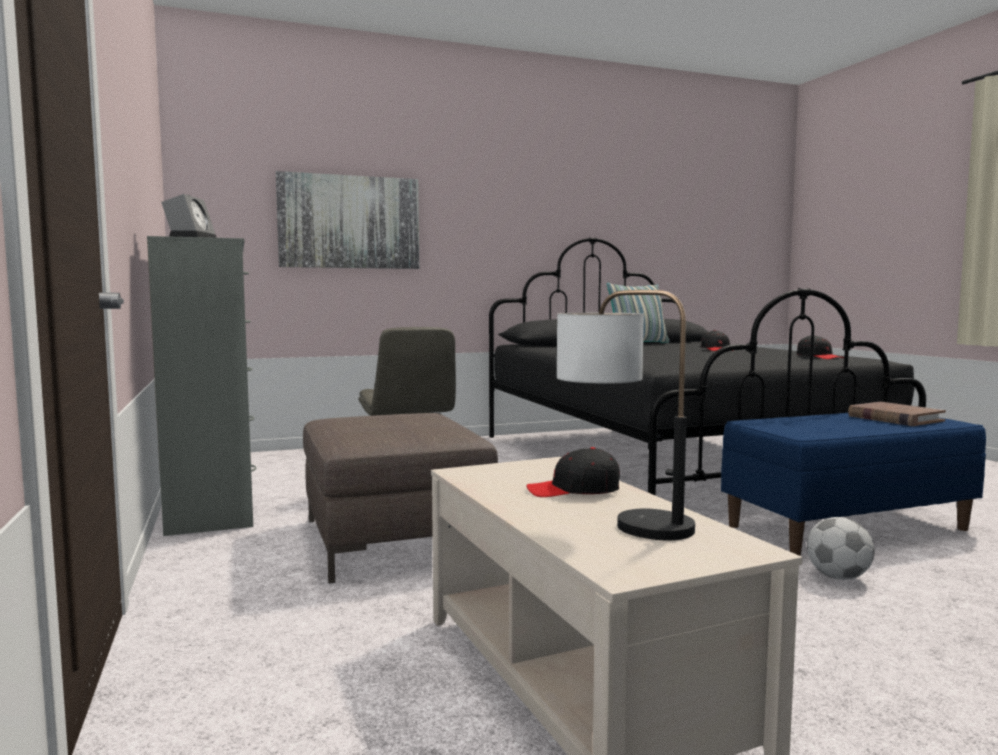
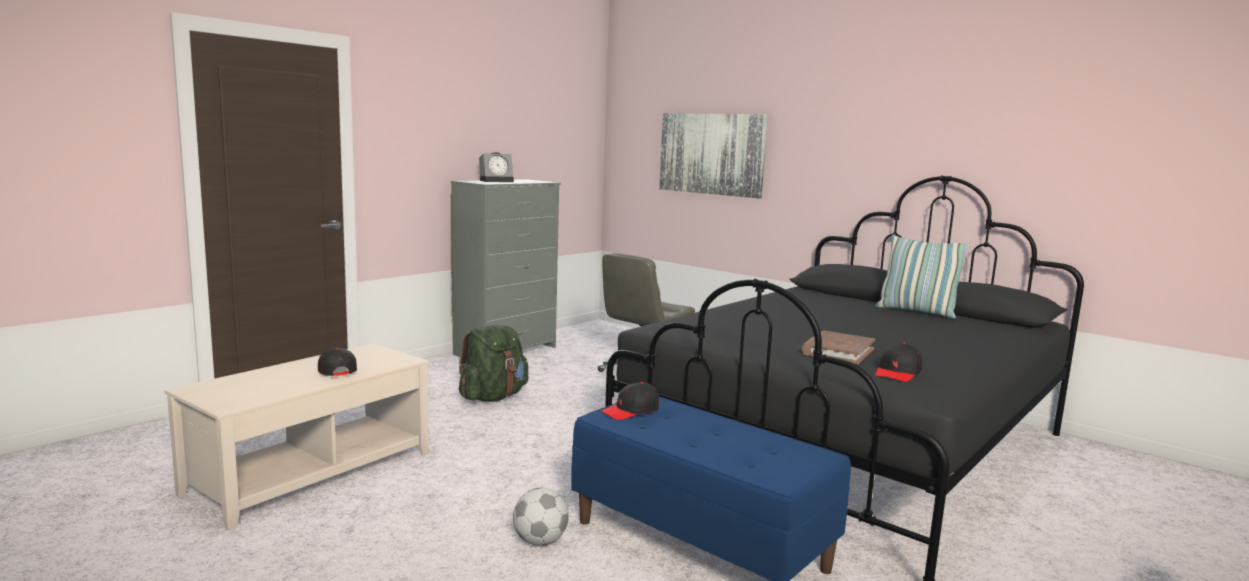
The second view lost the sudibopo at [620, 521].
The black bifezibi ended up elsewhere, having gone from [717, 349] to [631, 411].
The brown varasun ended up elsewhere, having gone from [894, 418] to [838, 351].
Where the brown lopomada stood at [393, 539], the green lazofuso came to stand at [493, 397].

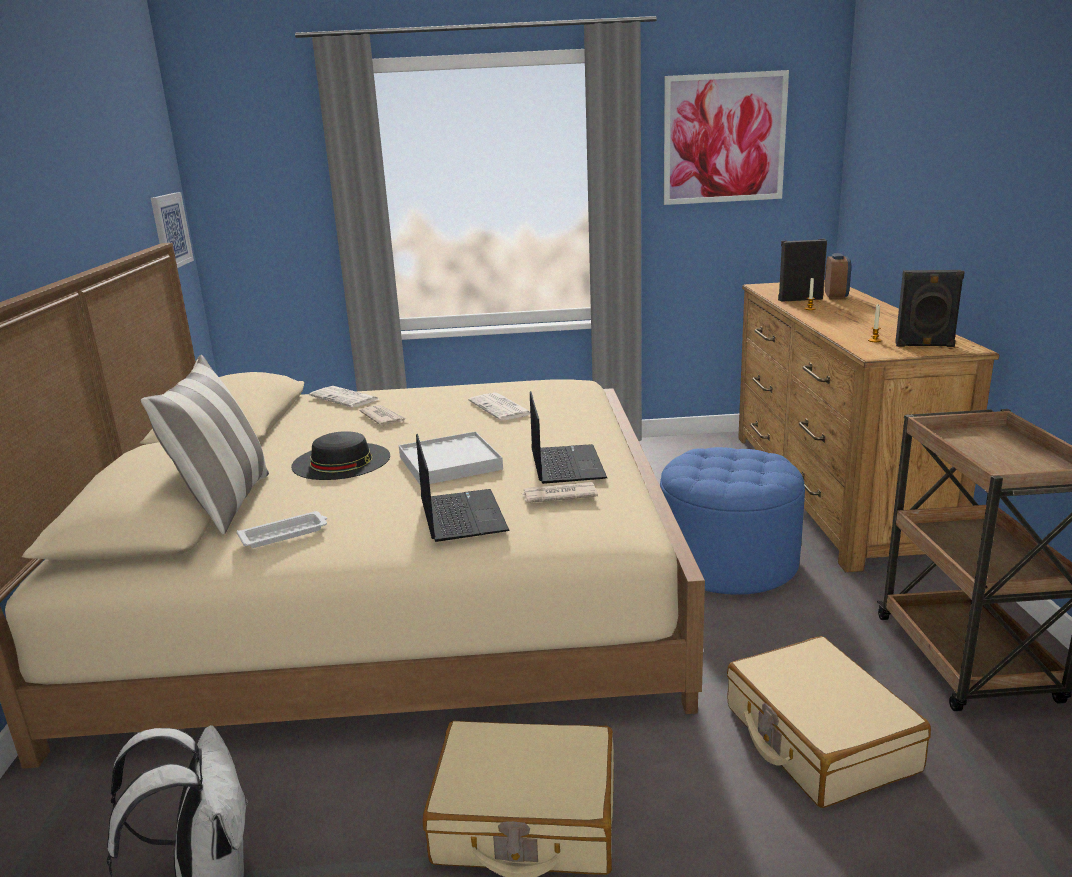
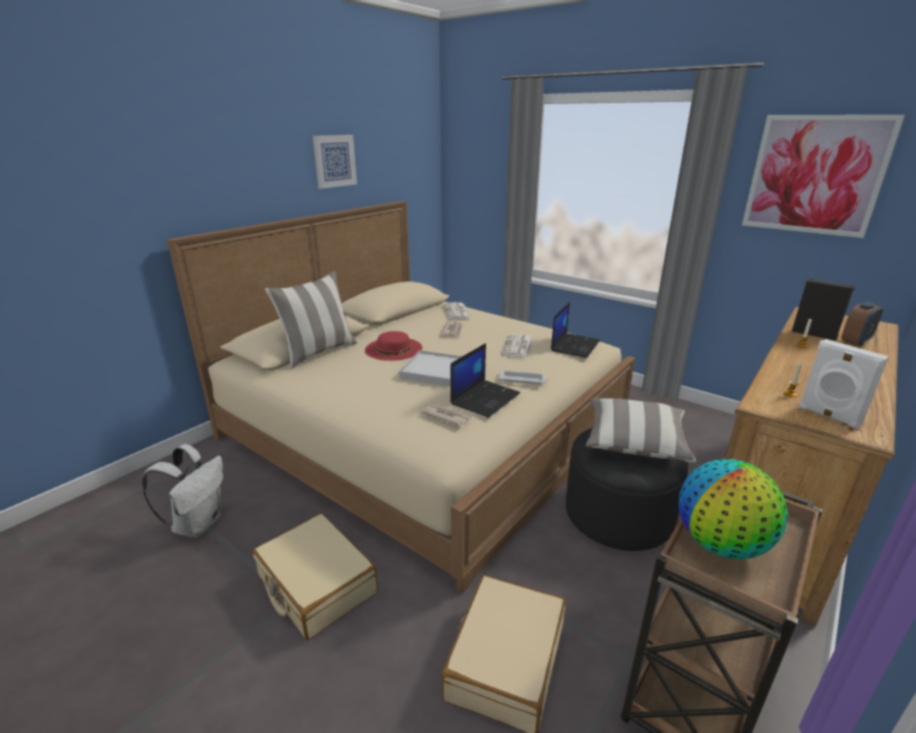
The second view gained the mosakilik at [635, 442].
The second view gained the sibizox at [720, 544].
The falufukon ended up elsewhere, having gone from [170, 231] to [334, 161].
The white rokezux ended up elsewhere, having gone from [285, 534] to [522, 380].
The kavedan ended up elsewhere, having gone from [461, 515] to [574, 345].
What was the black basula at [341, 461] turned into the red basula at [393, 348].
What was the blue lopomada at [728, 561] turned into the black lopomada at [618, 514].
What was the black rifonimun at [924, 345] turned into the white rifonimun at [828, 416].

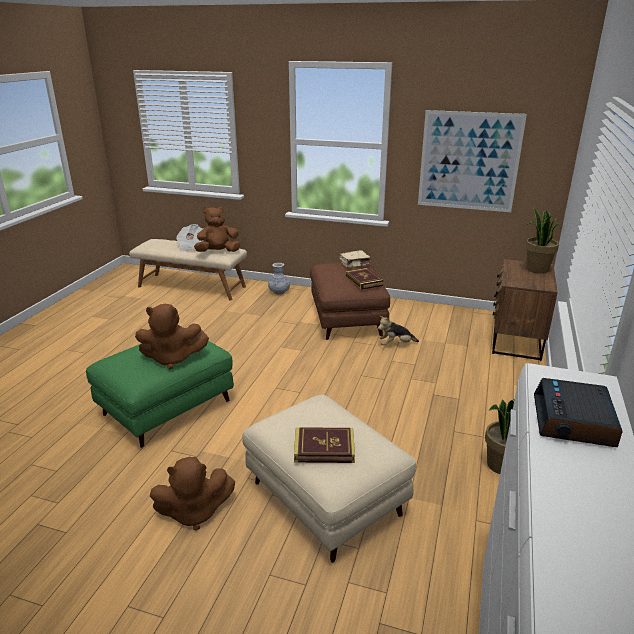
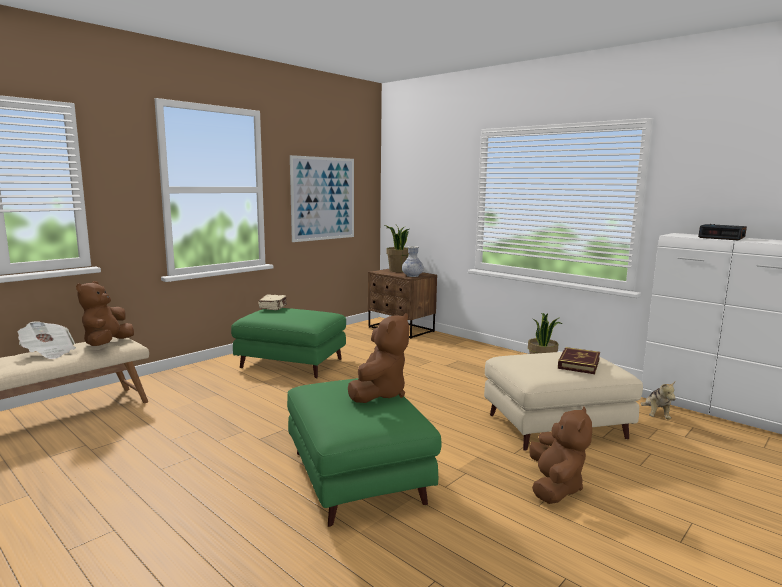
The second view lost the varasun at [363, 281].
The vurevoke ended up elsewhere, having gone from [279, 292] to [412, 276].
The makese ended up elsewhere, having gone from [396, 345] to [656, 416].
What was the brown lopomada at [347, 319] turned into the green lopomada at [292, 363].

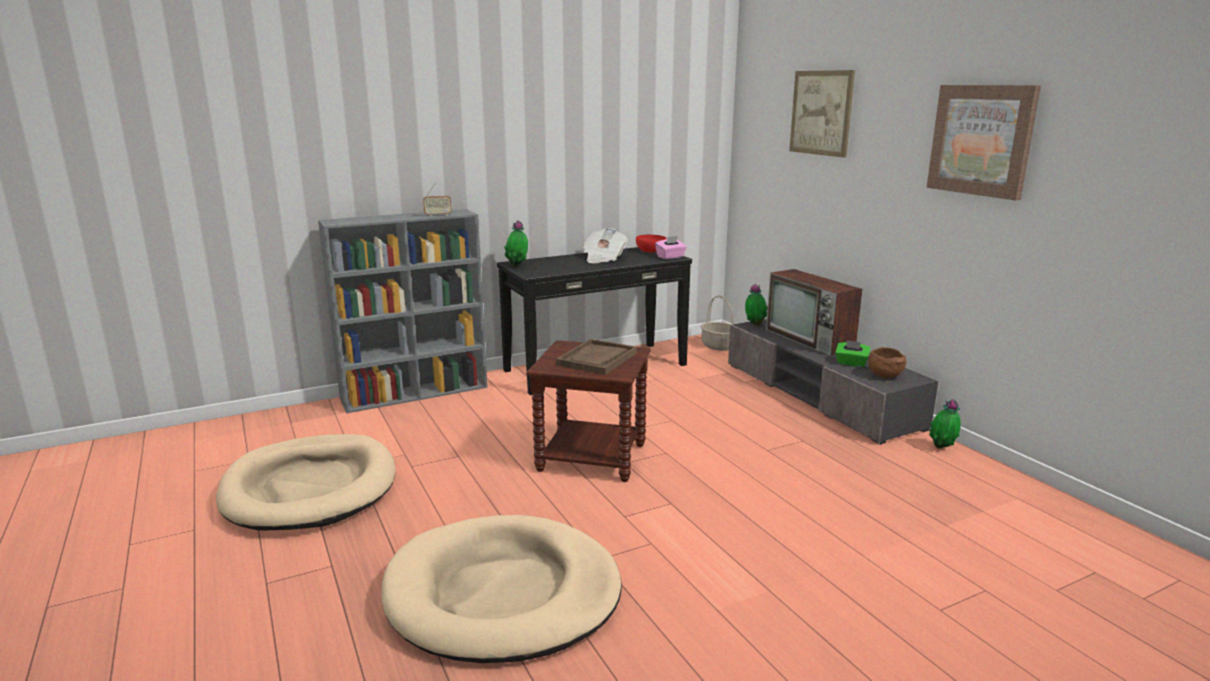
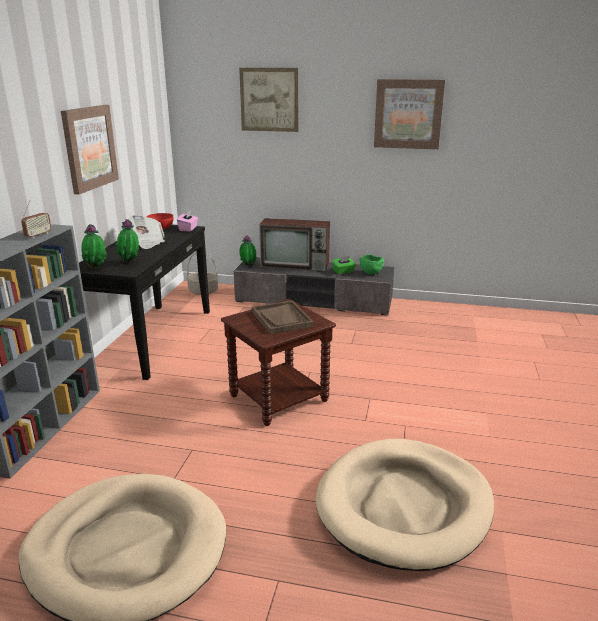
The second view gained the falufukon at [89, 148].
The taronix ended up elsewhere, having gone from [942, 449] to [130, 262].
What was the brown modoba at [884, 376] turned into the green modoba at [370, 273].

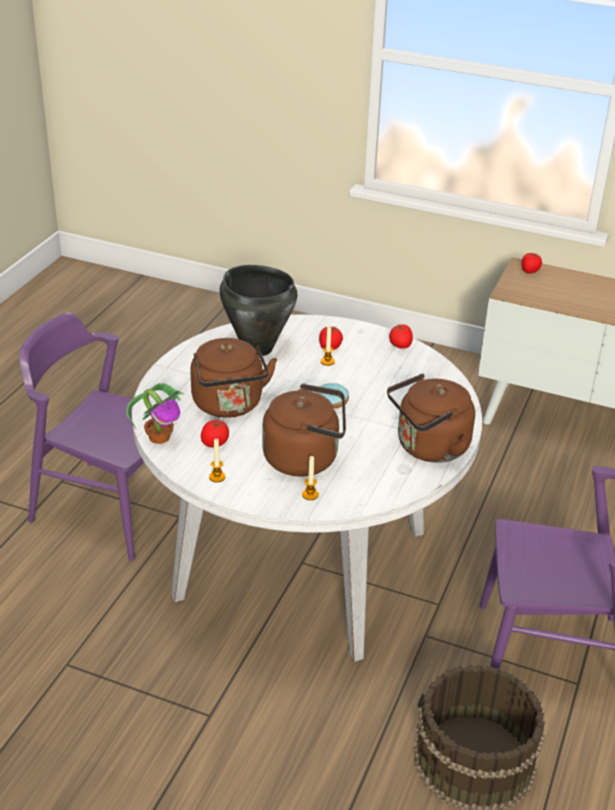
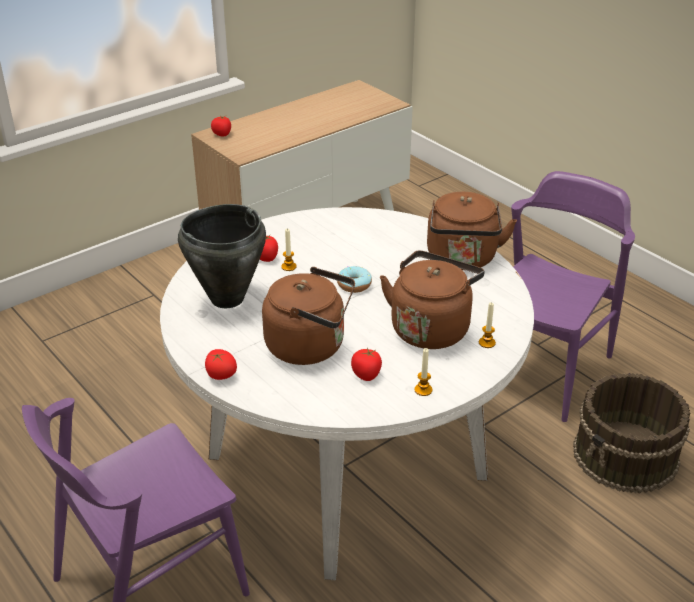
The second view lost the taronix at [159, 437].
The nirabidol ended up elsewhere, having gone from [400, 345] to [221, 375].

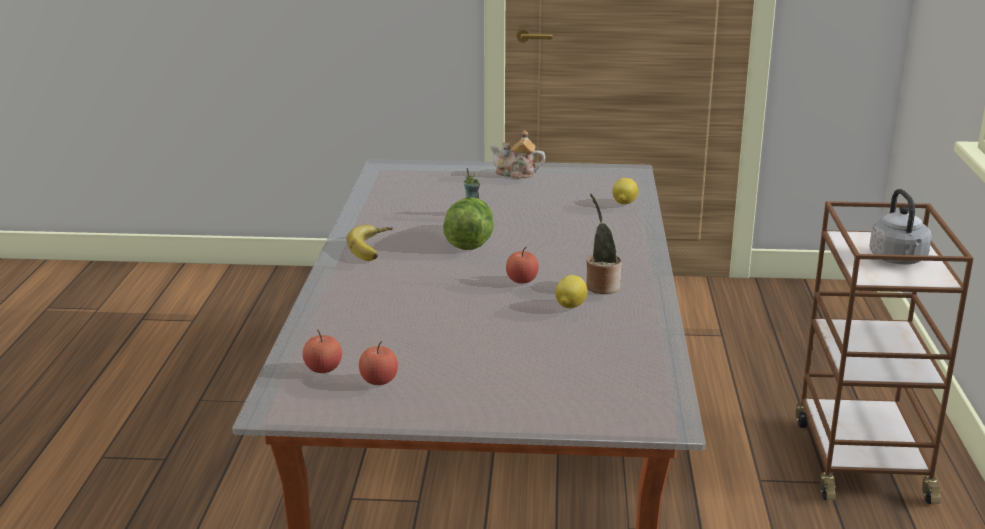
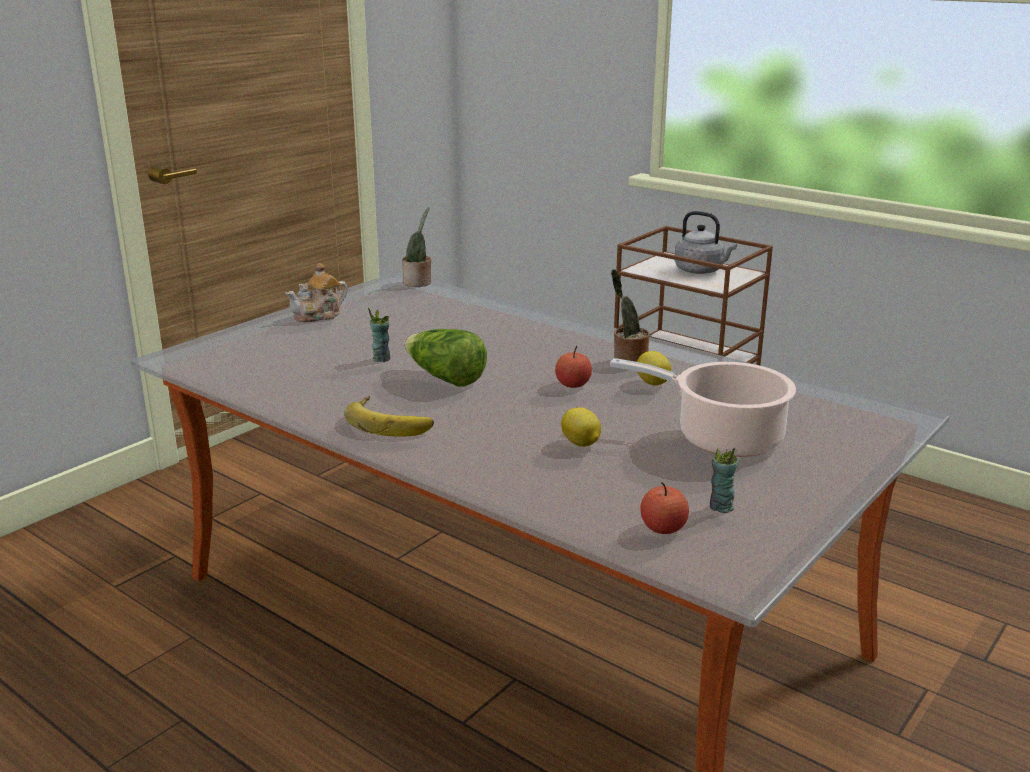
The second view gained the taronix at [418, 283].
The second view gained the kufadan at [722, 437].
The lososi ended up elsewhere, having gone from [624, 203] to [581, 444].
Where the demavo stood at [379, 381], the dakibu came to stand at [720, 507].

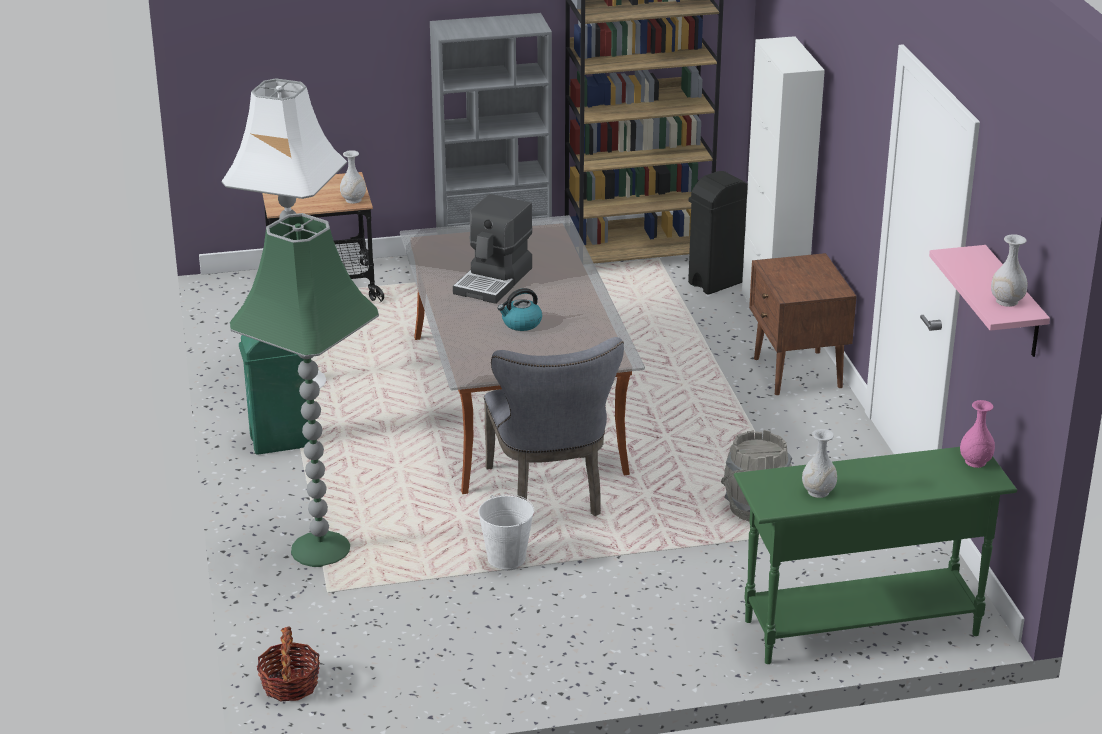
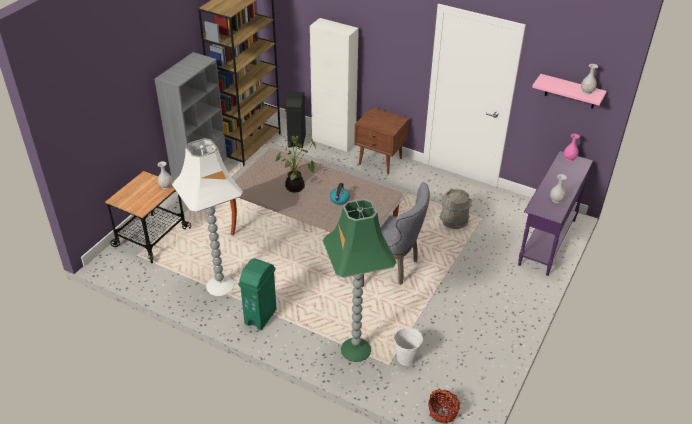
The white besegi ended up elsewhere, having gone from [506, 559] to [406, 358].
Where the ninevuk stood at [494, 281], the taronix came to stand at [296, 188].
What was the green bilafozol at [860, 627] turned into the purple bilafozol at [546, 242].

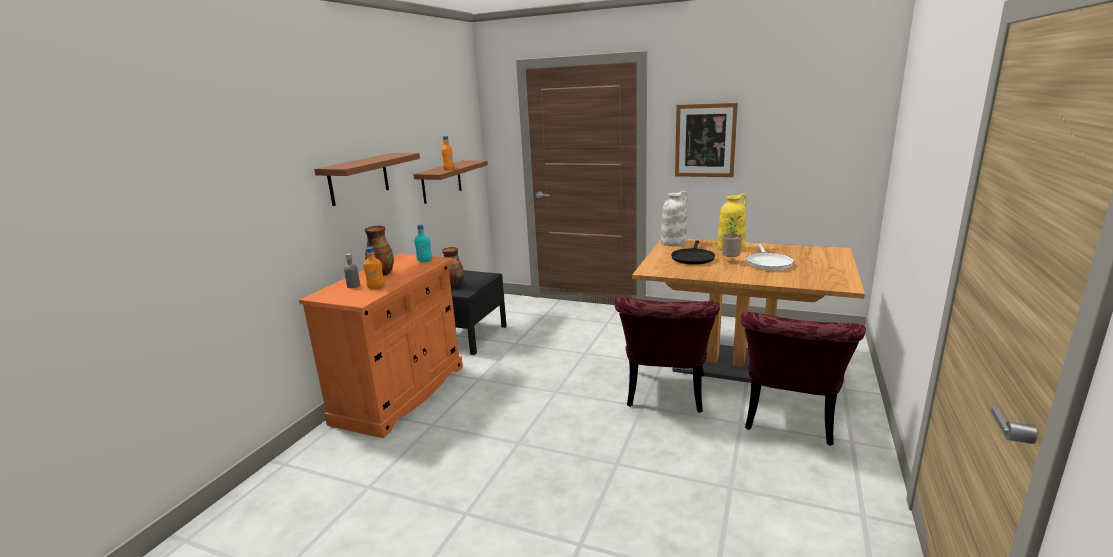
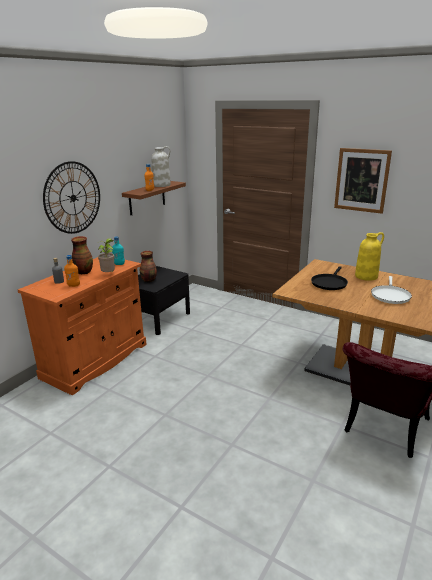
The second view lost the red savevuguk at [665, 396].
The white vurevoke ended up elsewhere, having gone from [673, 243] to [161, 185].
The taronix ended up elsewhere, having gone from [730, 261] to [109, 274].
Where the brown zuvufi hung at [359, 179], the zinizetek came to hang at [73, 198].

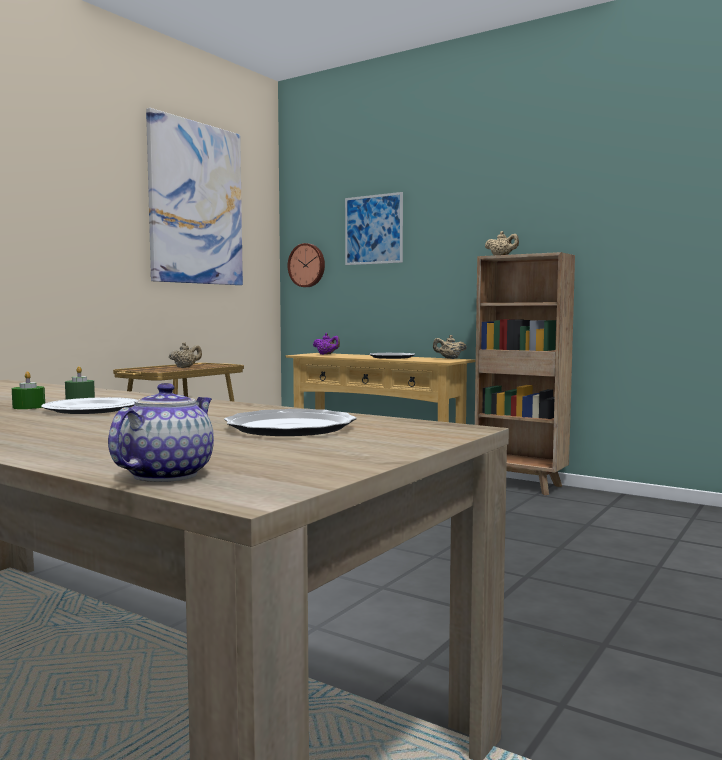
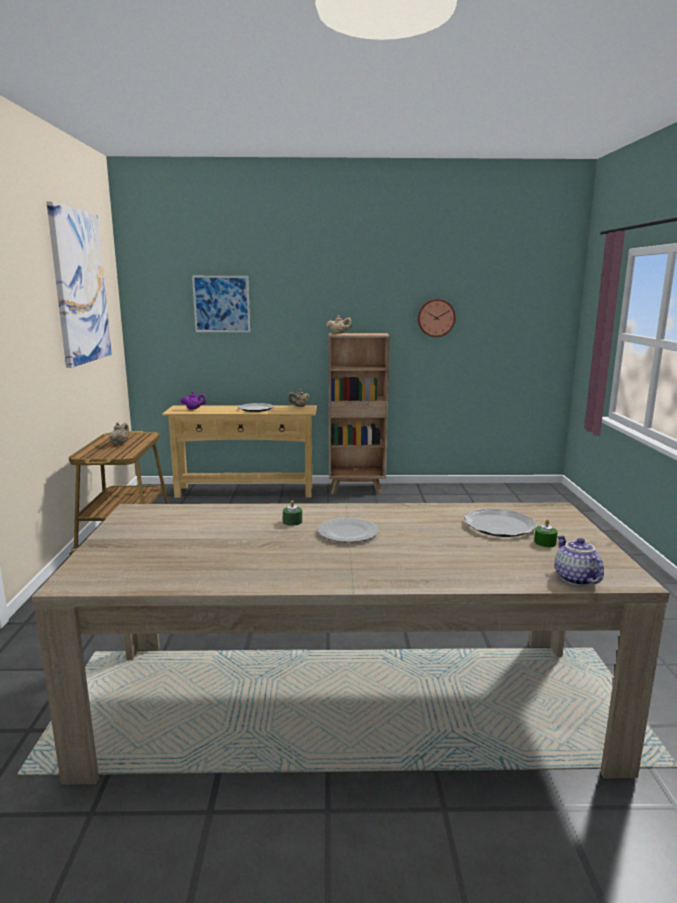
The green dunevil ended up elsewhere, having gone from [29, 407] to [545, 542].
The zinizetek ended up elsewhere, having gone from [307, 265] to [436, 318].

